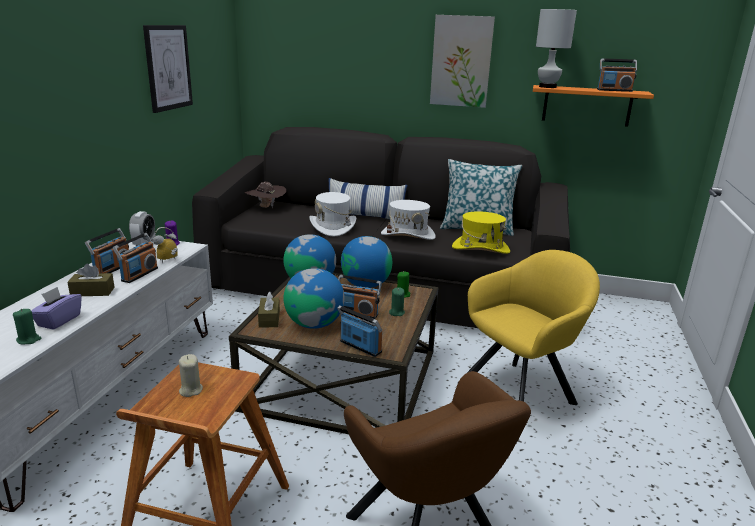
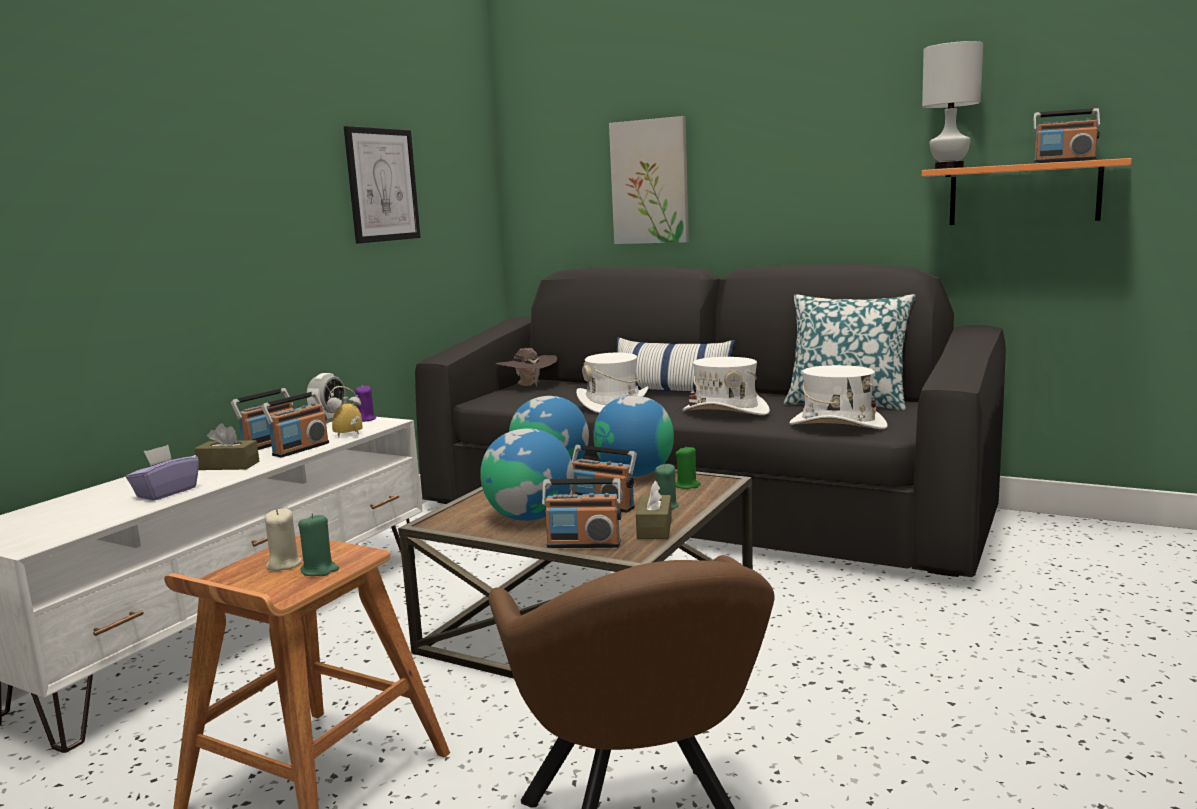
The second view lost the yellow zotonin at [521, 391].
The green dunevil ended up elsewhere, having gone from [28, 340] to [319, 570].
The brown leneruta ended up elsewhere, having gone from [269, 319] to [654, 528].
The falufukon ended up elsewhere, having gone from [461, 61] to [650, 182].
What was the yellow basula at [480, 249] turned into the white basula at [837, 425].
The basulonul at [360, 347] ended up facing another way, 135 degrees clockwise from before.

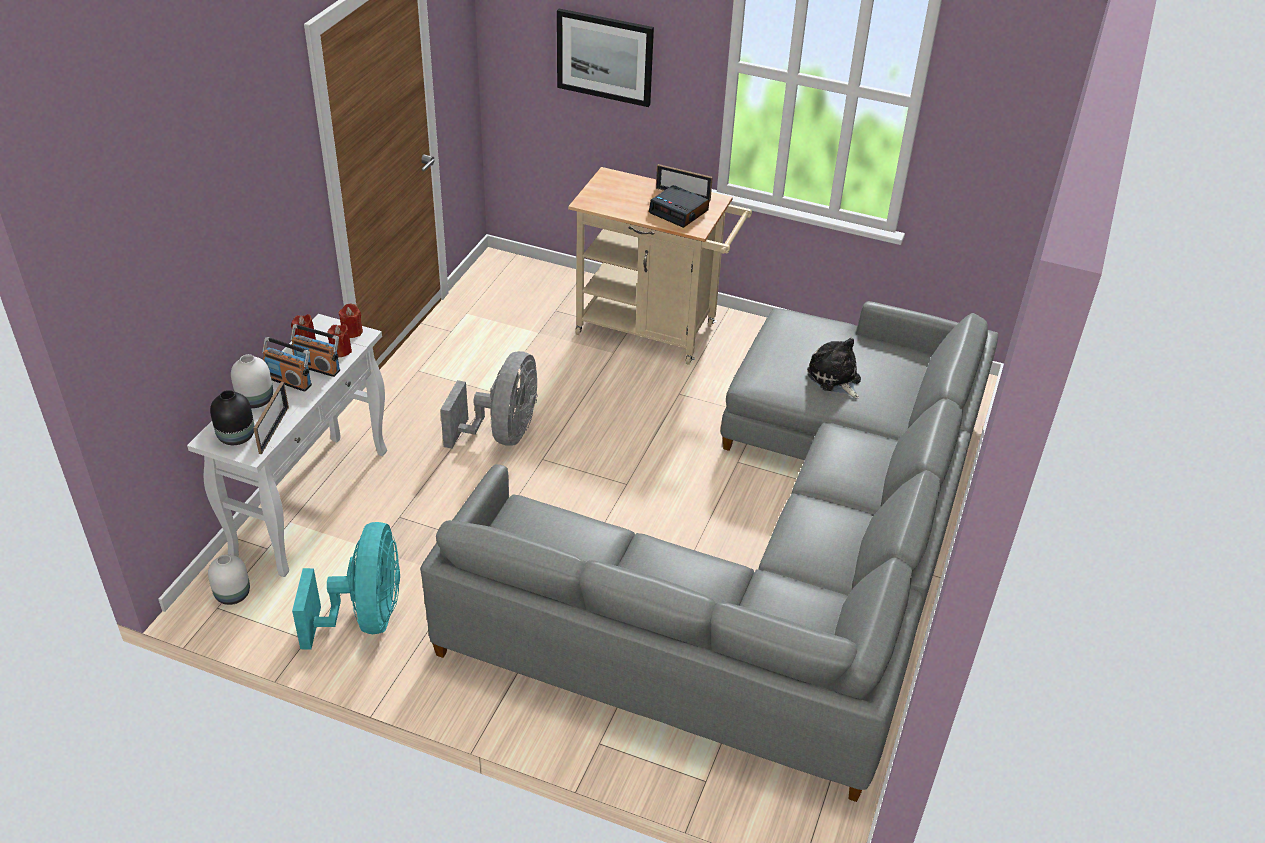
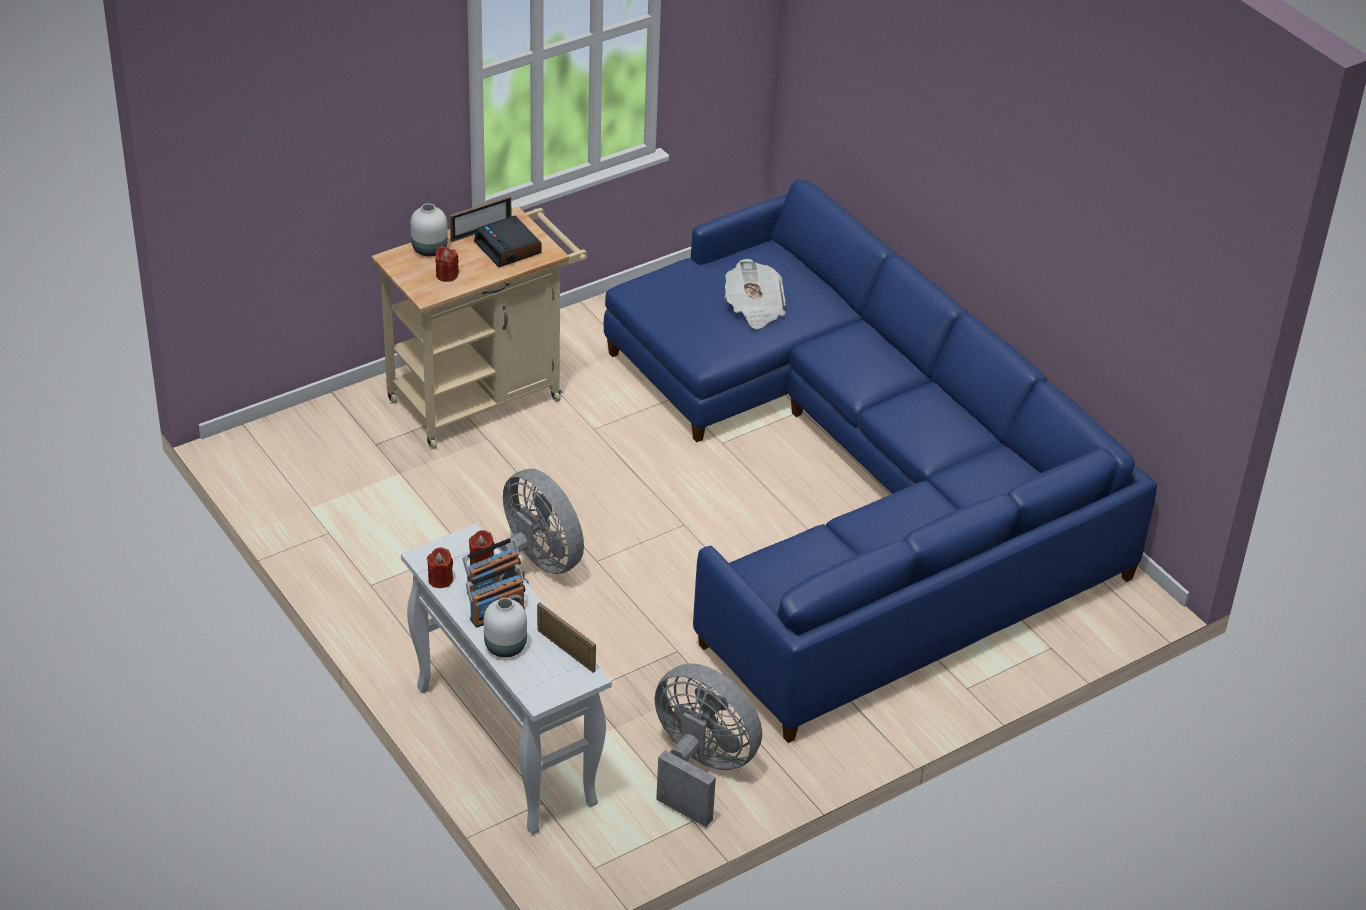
The second view lost the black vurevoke at [237, 436].
The second view lost the falufukon at [605, 57].
The white vurevoke ended up elsewhere, having gone from [232, 594] to [429, 249].
The red dunevil ended up elsewhere, having gone from [352, 332] to [447, 275].
Where the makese stood at [835, 378], the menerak came to stand at [754, 308].
What was the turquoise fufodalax at [365, 617] turned into the grey fufodalax at [700, 769].
What was the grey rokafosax at [775, 558] turned into the blue rokafosax at [858, 485].
The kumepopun at [679, 212] ended up facing another way, 75 degrees clockwise from before.

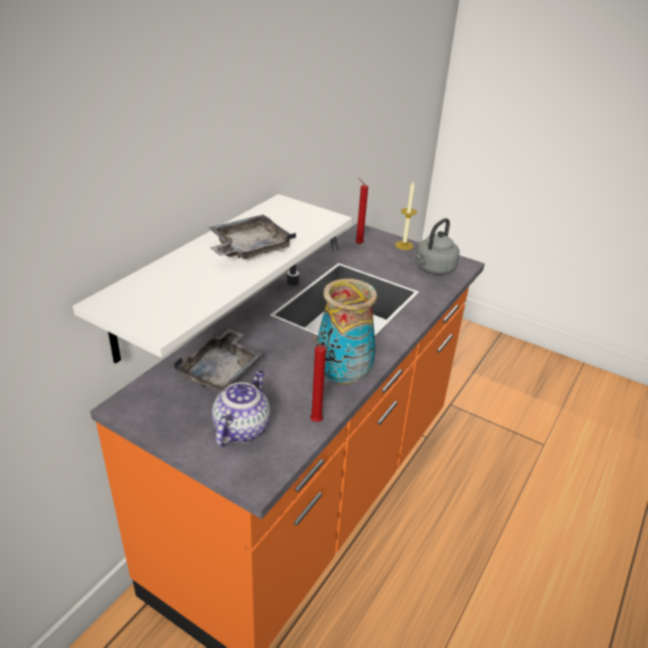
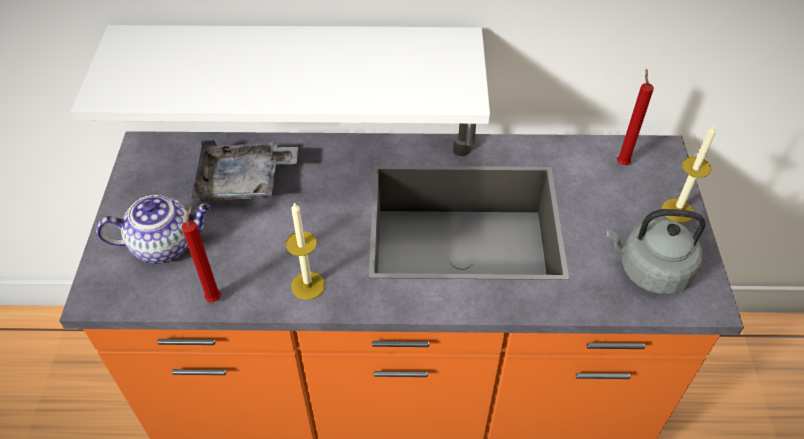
The second view lost the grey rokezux at [249, 248].
Where the vurevoke stood at [342, 377], the dunevil came to stand at [308, 285].

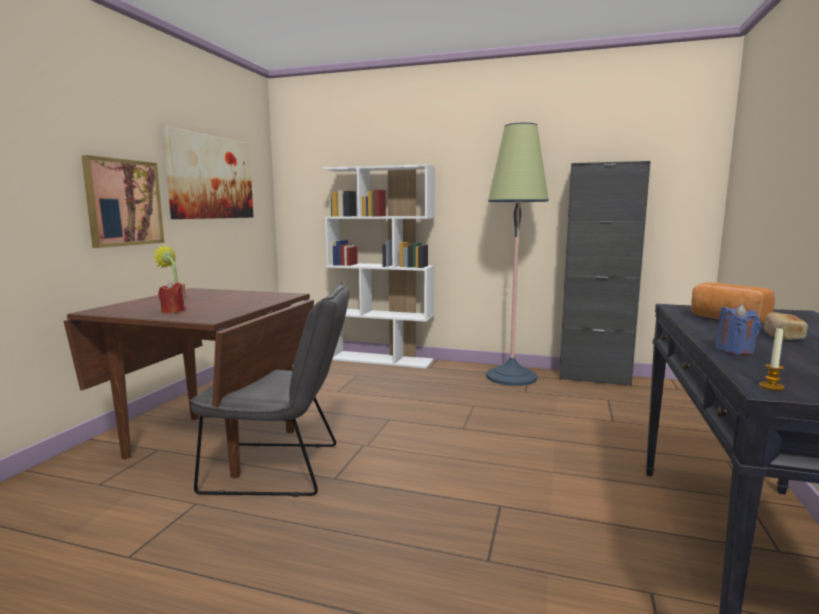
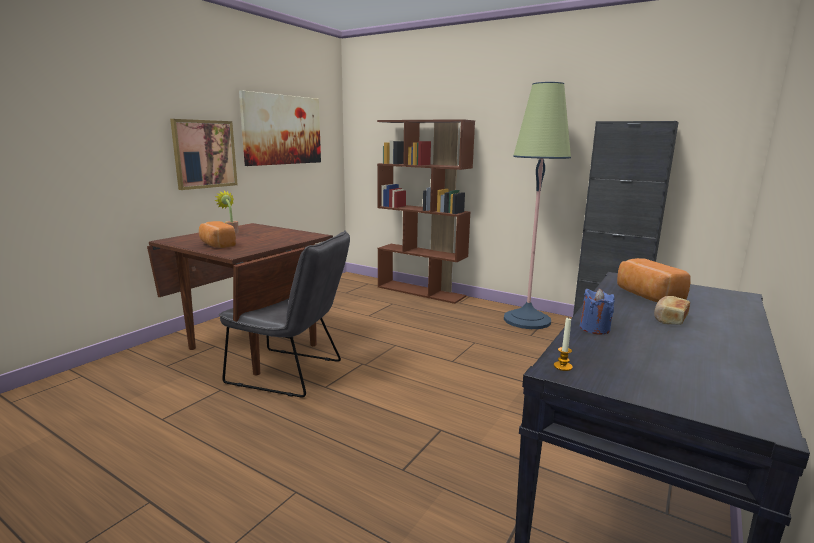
Where the red dunevil stood at [172, 311], the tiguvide came to stand at [216, 245].
What was the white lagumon at [382, 360] turned into the brown lagumon at [421, 291].

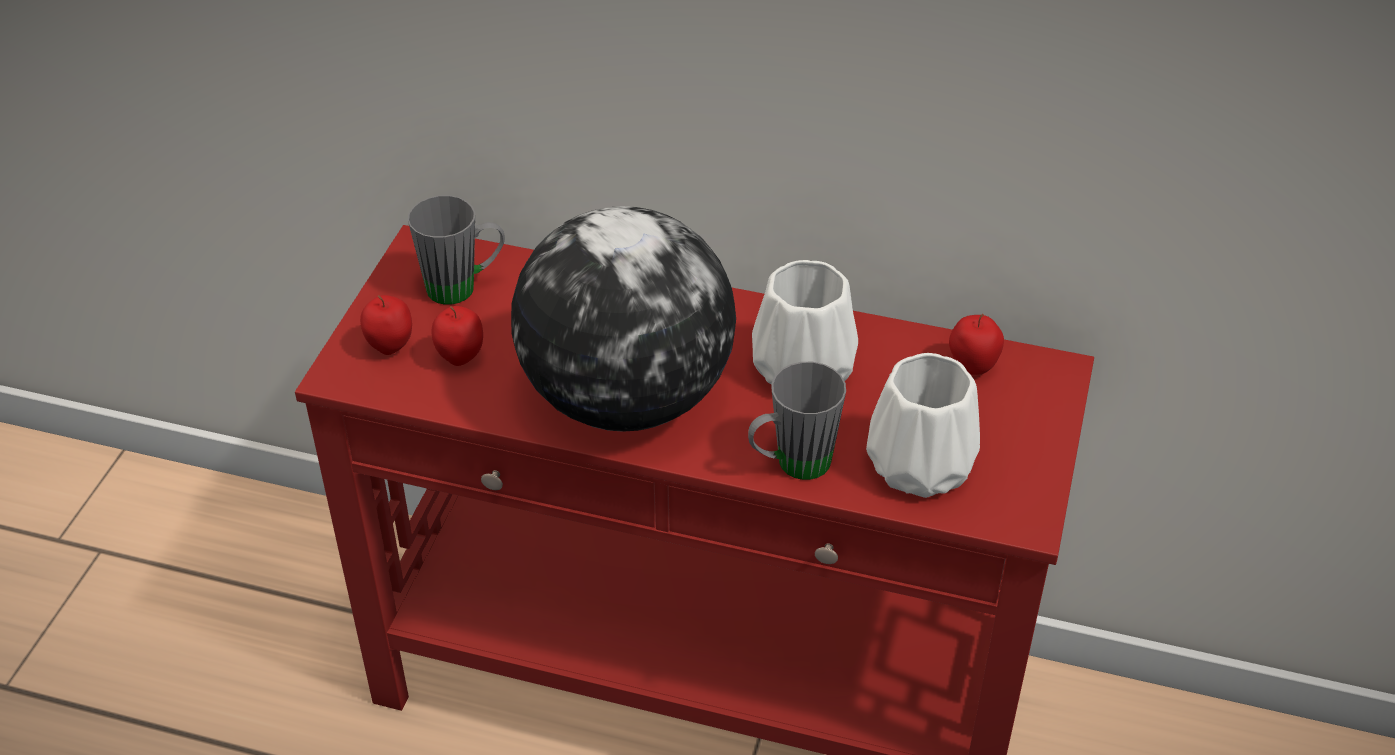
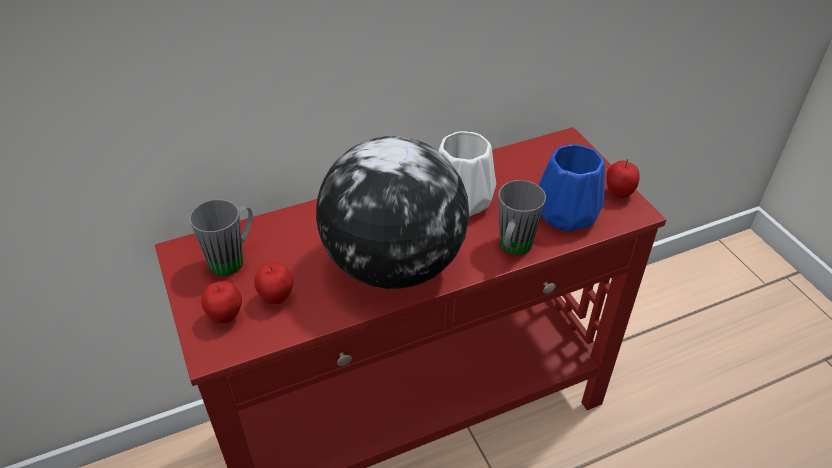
The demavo ended up elsewhere, having gone from [972, 367] to [618, 194].
What was the white vurevoke at [921, 463] turned into the blue vurevoke at [566, 213].

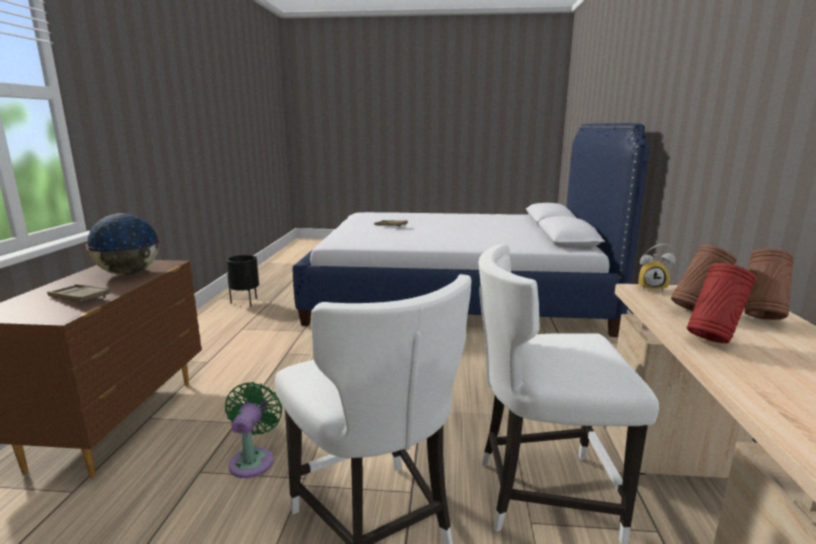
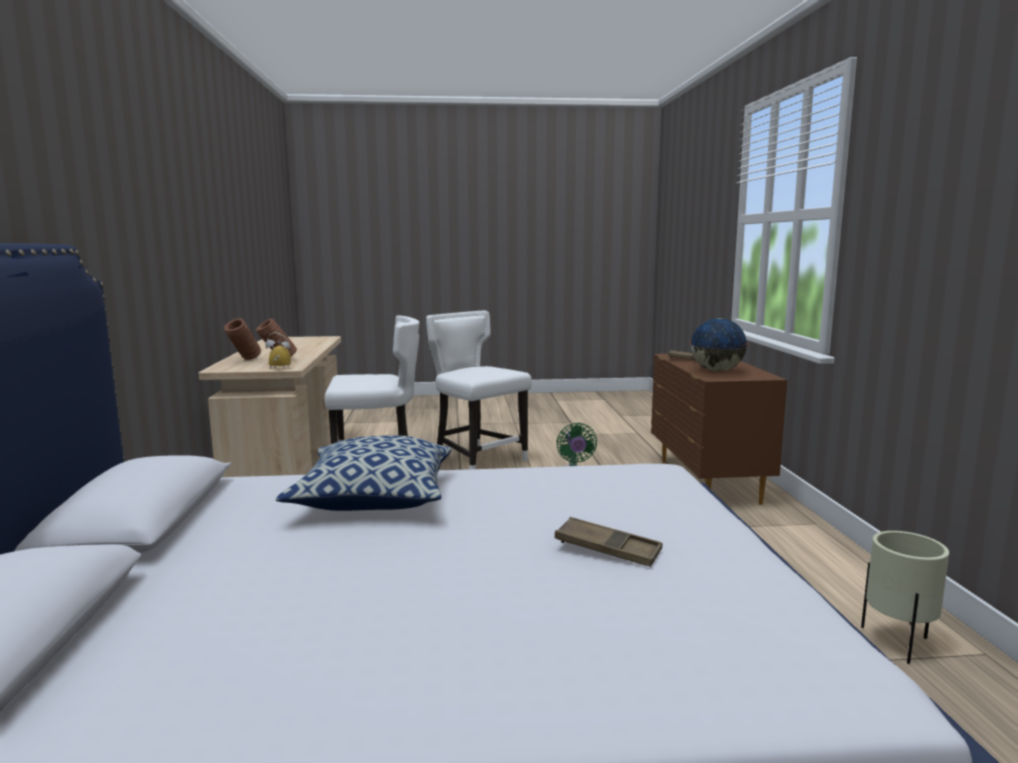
The second view lost the red vurevoke at [713, 339].
The second view gained the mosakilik at [374, 497].
What was the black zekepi at [246, 303] turned into the beige zekepi at [898, 643].

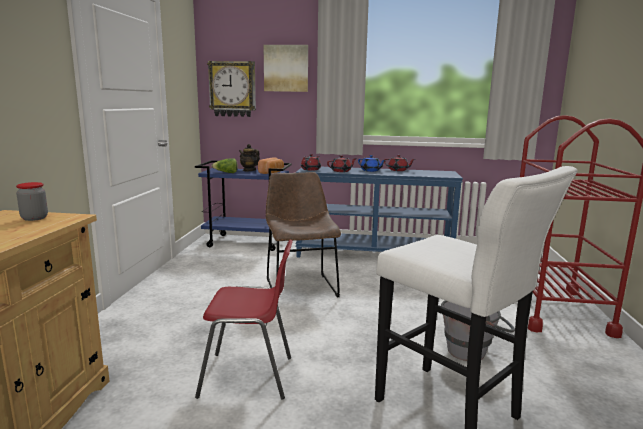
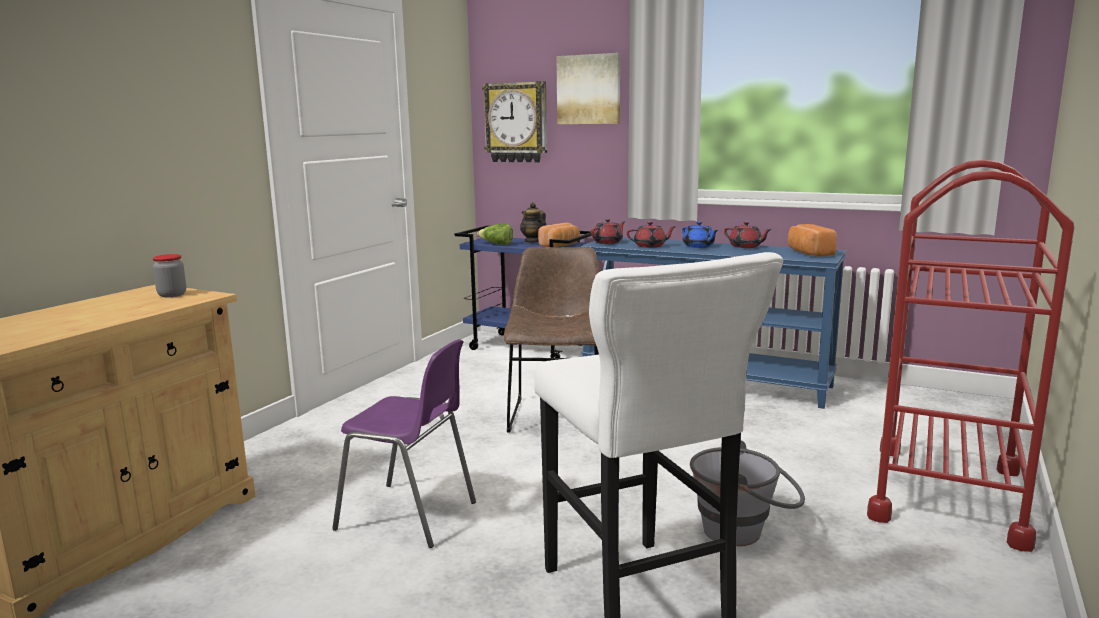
The second view gained the tiguvide at [808, 253].
What was the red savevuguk at [249, 376] turned into the purple savevuguk at [410, 516].

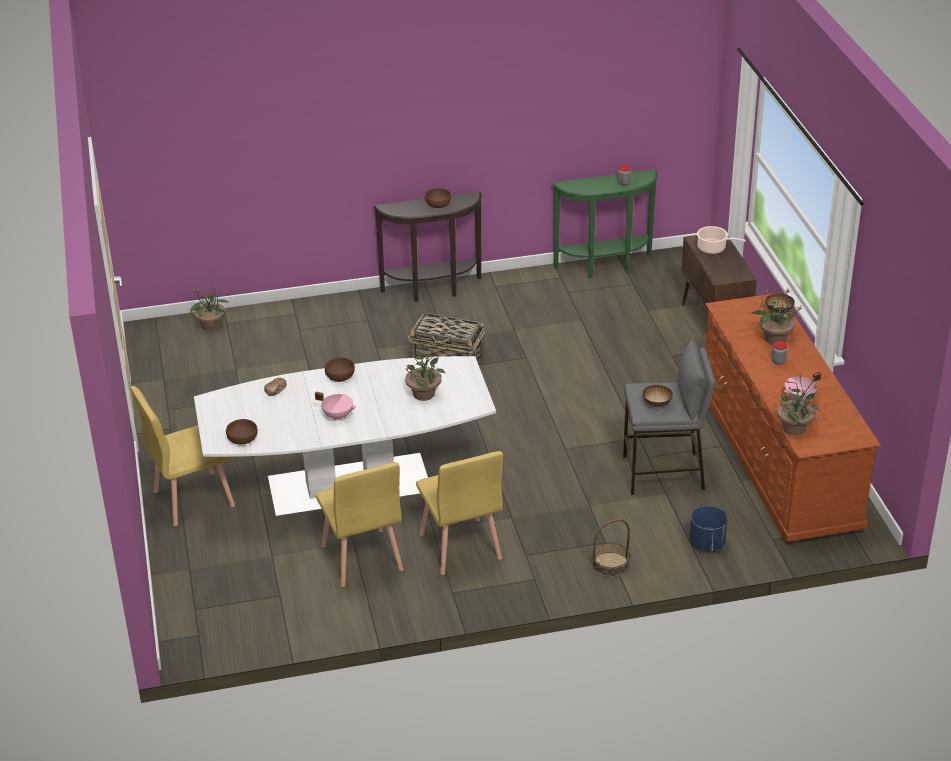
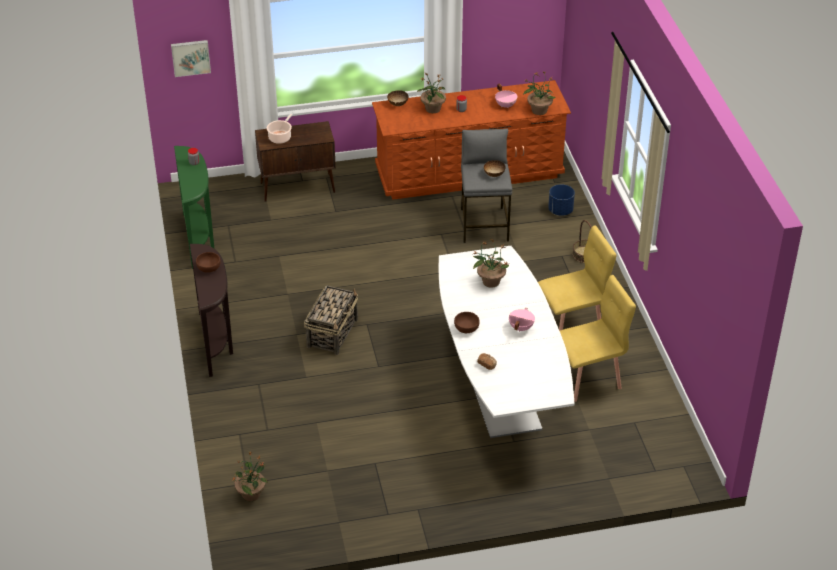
The second view lost the yellow savevuguk at [192, 498].
The second view lost the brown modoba at [243, 439].
The second view gained the falufukon at [190, 57].

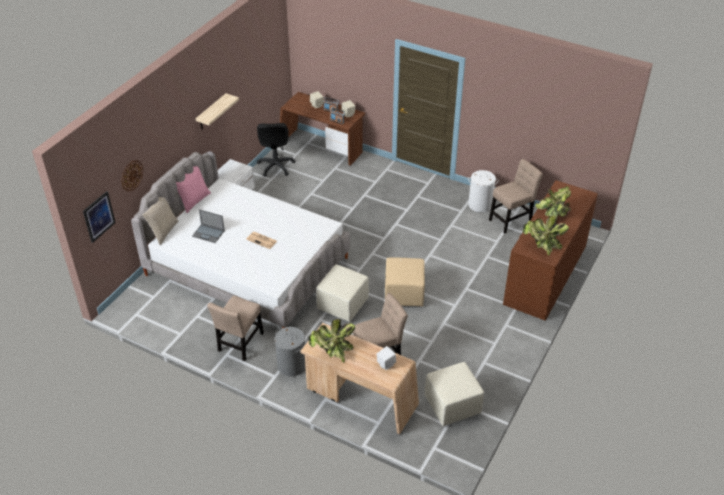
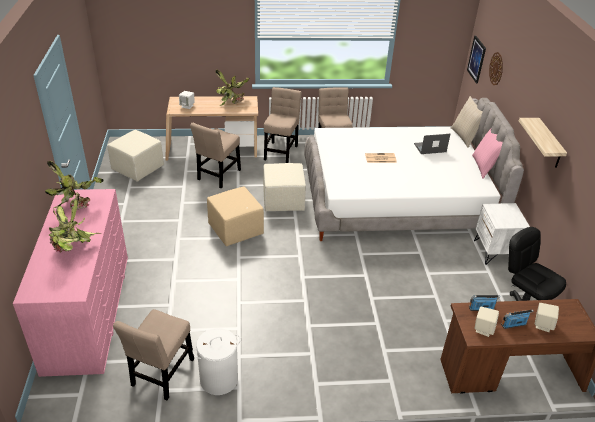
Where the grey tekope stood at [291, 365], the beige savevuguk came to stand at [281, 151].
What was the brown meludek at [545, 274] turned into the pink meludek at [88, 311].

